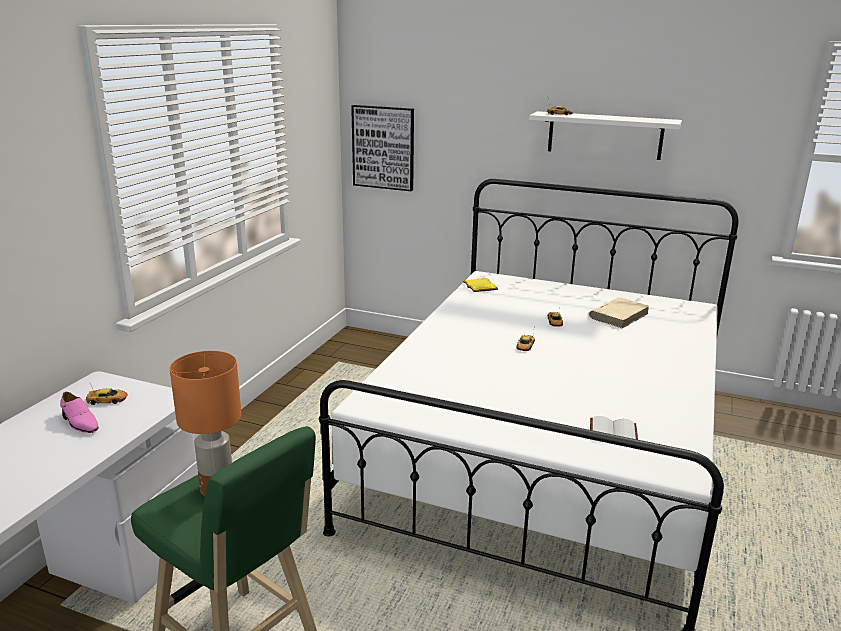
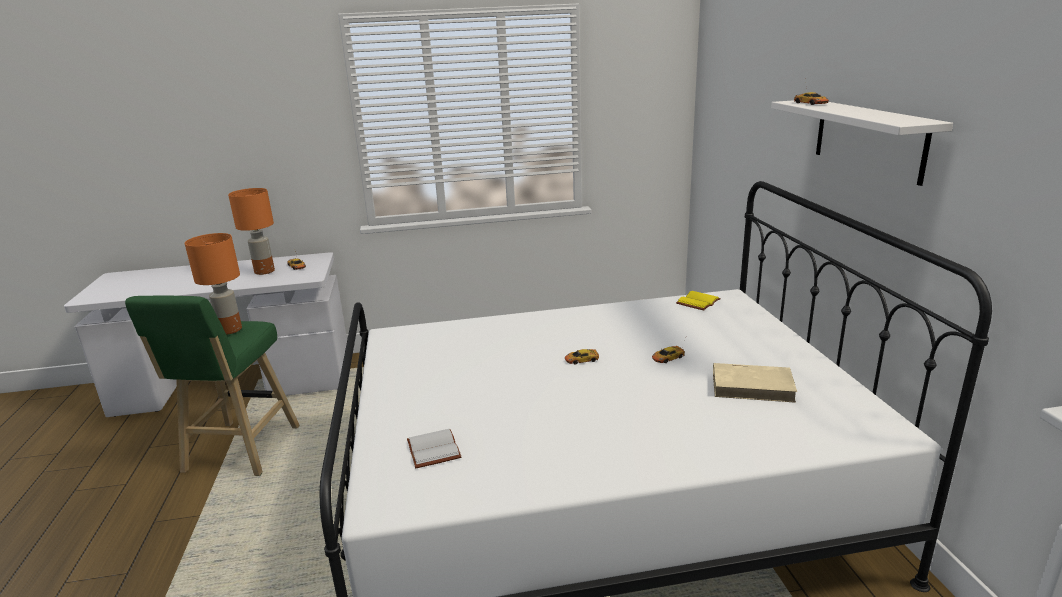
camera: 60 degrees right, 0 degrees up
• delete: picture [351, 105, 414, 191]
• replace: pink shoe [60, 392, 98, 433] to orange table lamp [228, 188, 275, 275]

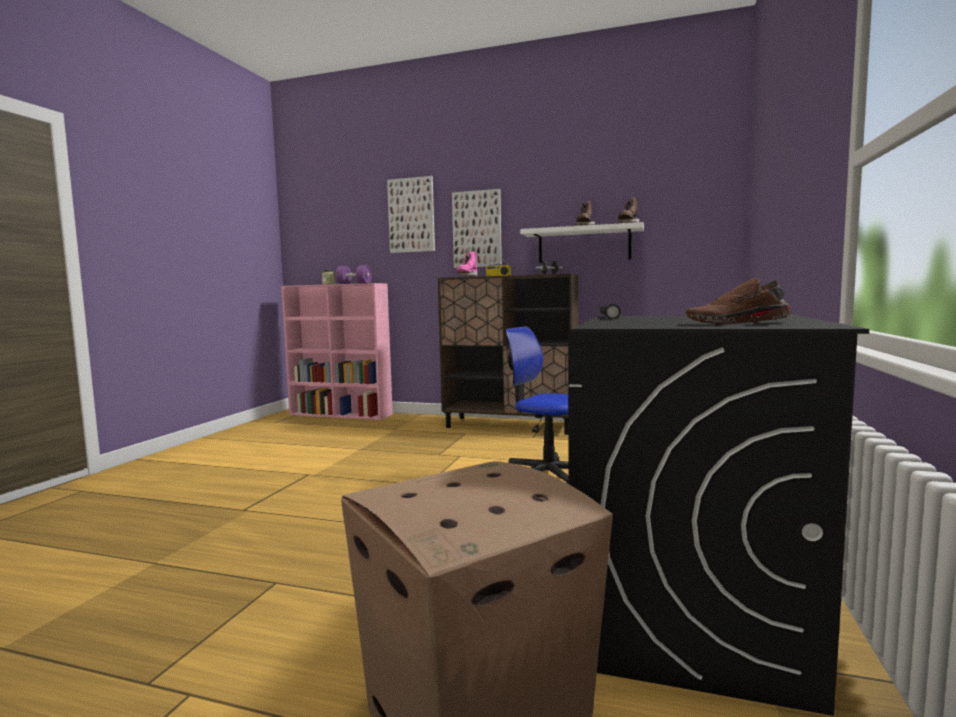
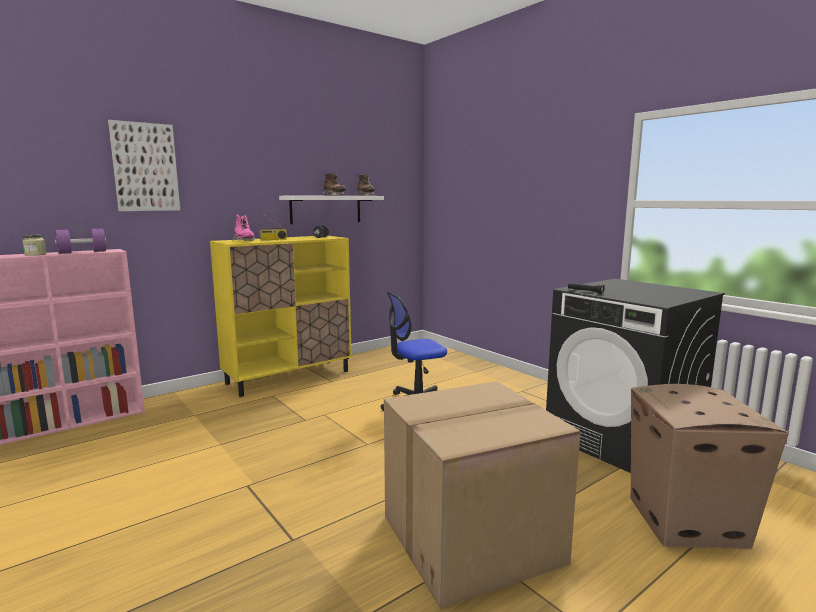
camera: 55 degrees left, 5 degrees up
• delete: picture [452, 189, 502, 268]
• recolor: brown cabinet [438, 274, 578, 435] to yellow cabinet [210, 236, 352, 397]
• delete: brown shoe [686, 278, 794, 324]
• insert: cardboard box [384, 381, 581, 609]

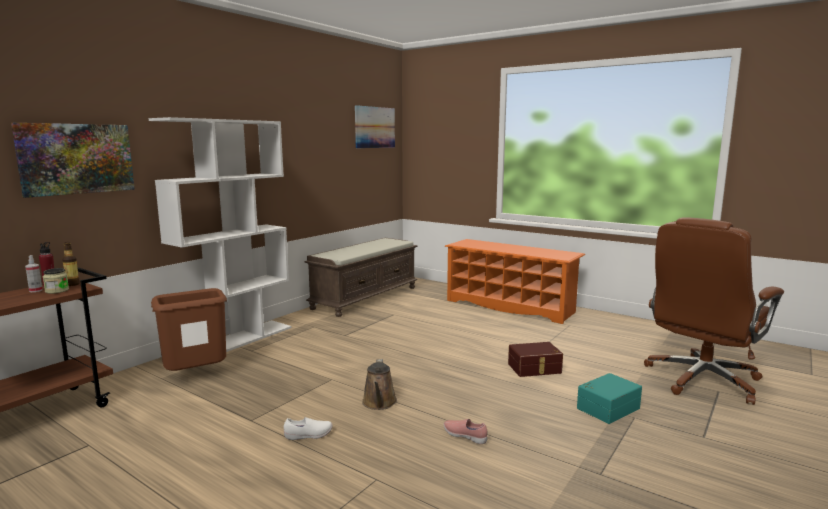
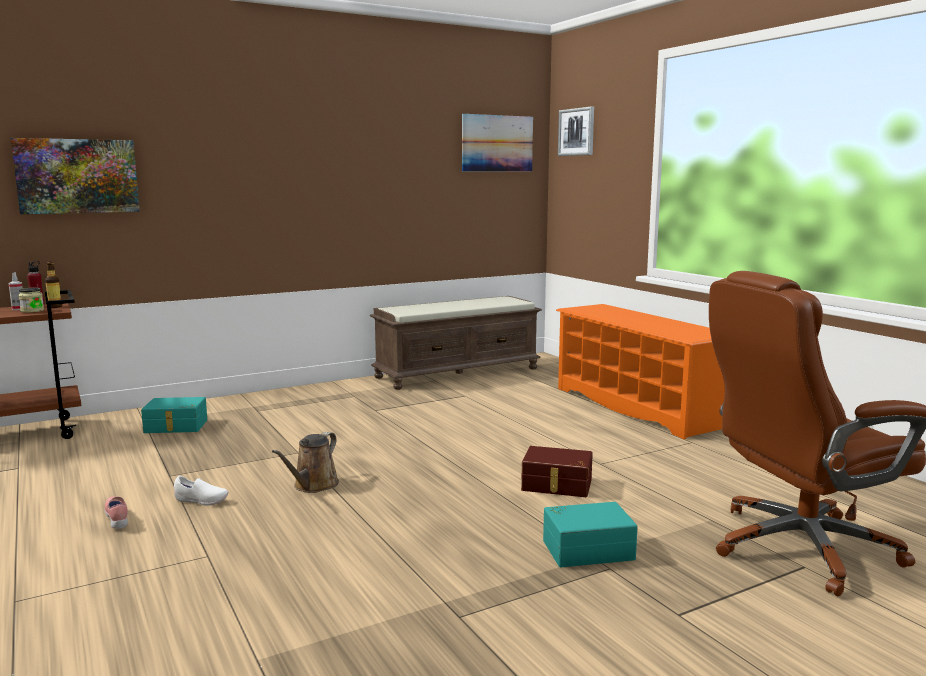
camera: 25 degrees right, 0 degrees up
• delete: white bookcase [149, 117, 291, 352]
• replace: brown trash can [151, 288, 227, 371] to turquoise storage box [141, 397, 207, 433]
• move: pink shoe [444, 419, 487, 444] to [105, 497, 128, 529]
• insert: picture [558, 106, 594, 156]

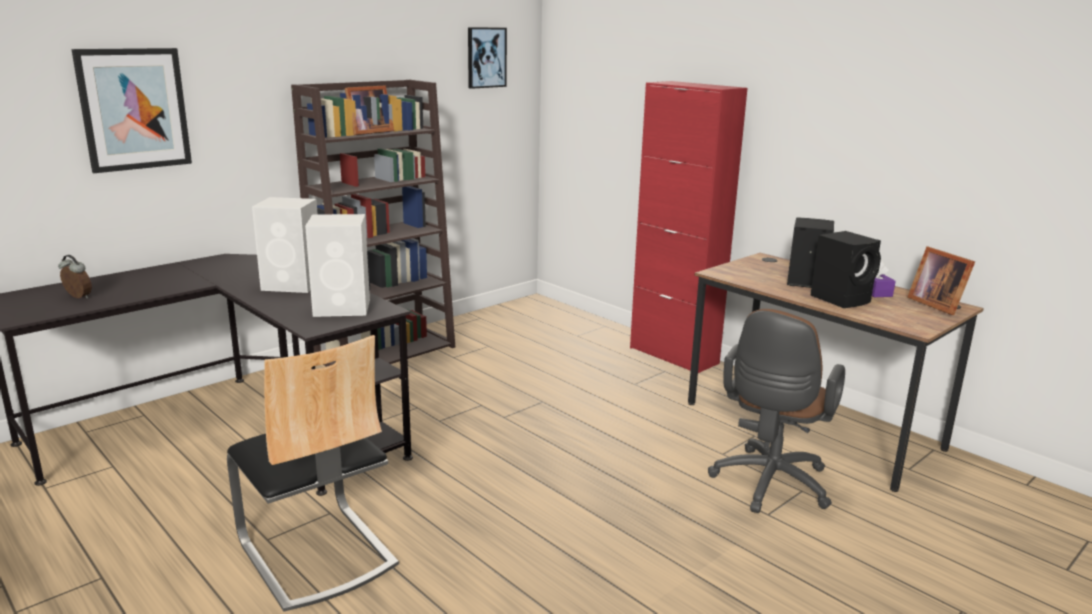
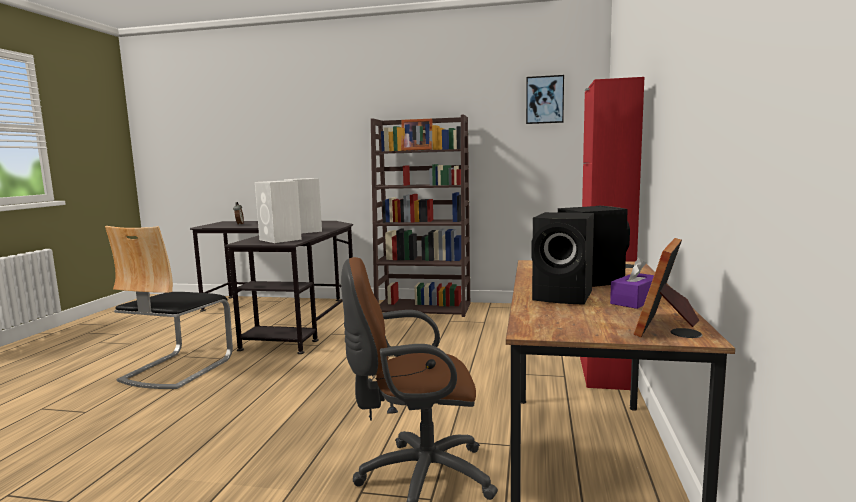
camera: 55 degrees right, 10 degrees down
• delete: picture [71, 48, 192, 173]

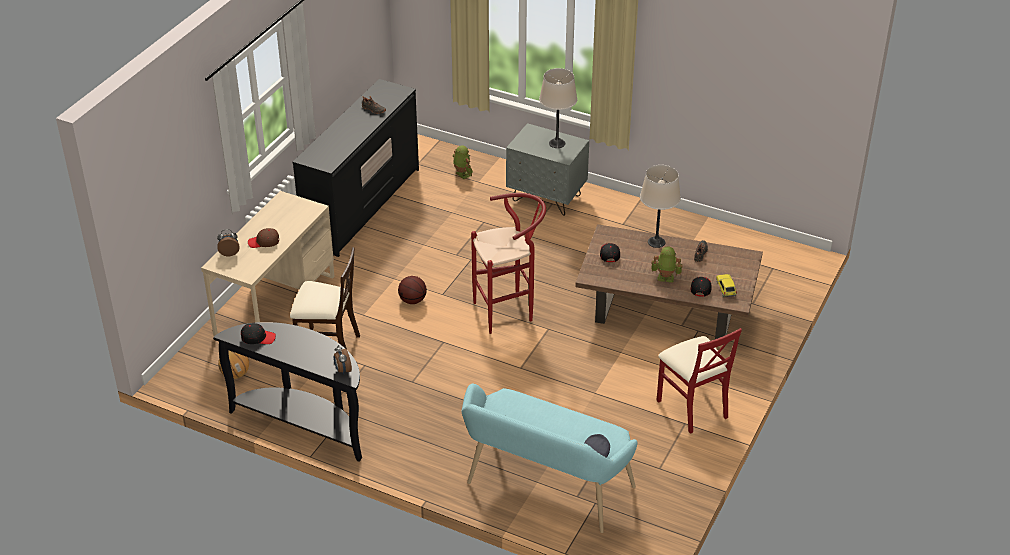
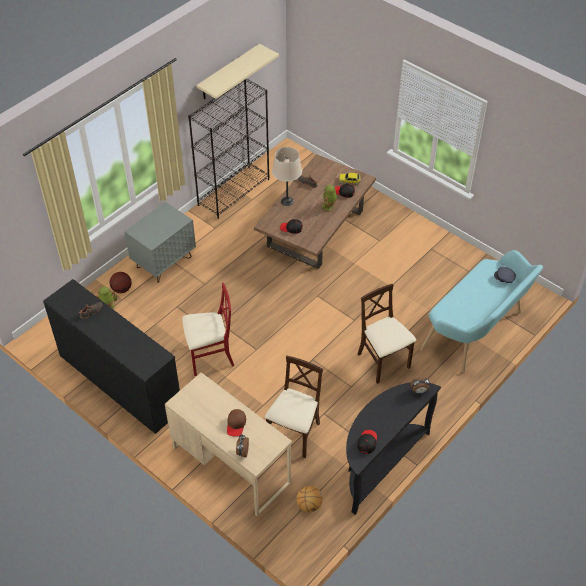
camera: 75 degrees left, 10 degrees up
• delete: beige table lamp [539, 68, 577, 148]
• delete: red stool [471, 193, 546, 334]
• move: basketball [398, 276, 427, 304] to [110, 272, 132, 293]
• move: red chair [656, 328, 742, 434] to [182, 283, 234, 376]
• insert: beige shelf [196, 44, 279, 99]
• insert: black bookcase [188, 79, 270, 219]
• insert: beige chair [358, 284, 416, 384]

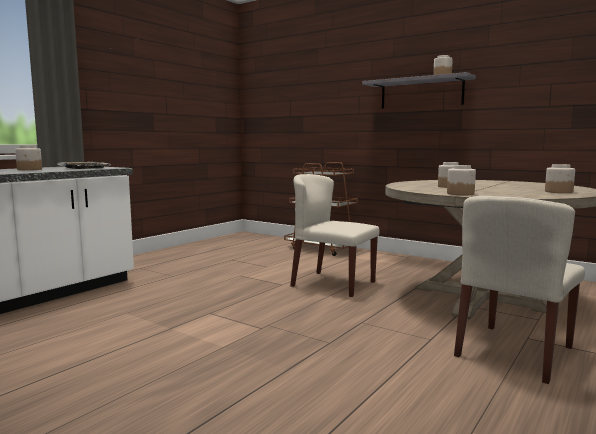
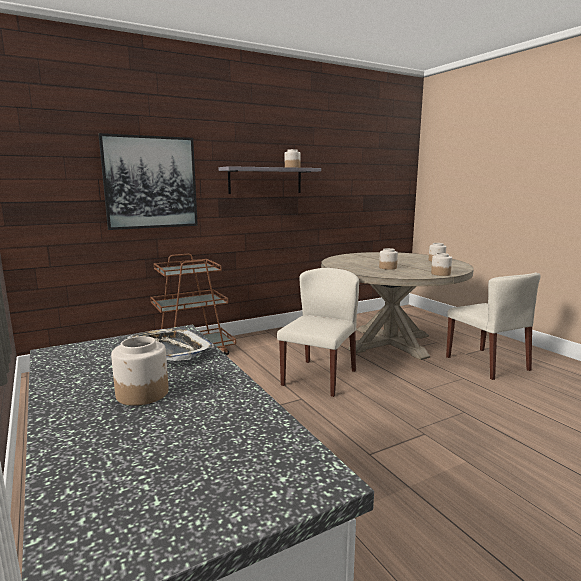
camera: 65 degrees left, 5 degrees up
• rotate: beige chair [290, 174, 380, 297] = [277, 268, 359, 397] 150 degrees clockwise
• insert: picture [98, 133, 198, 230]

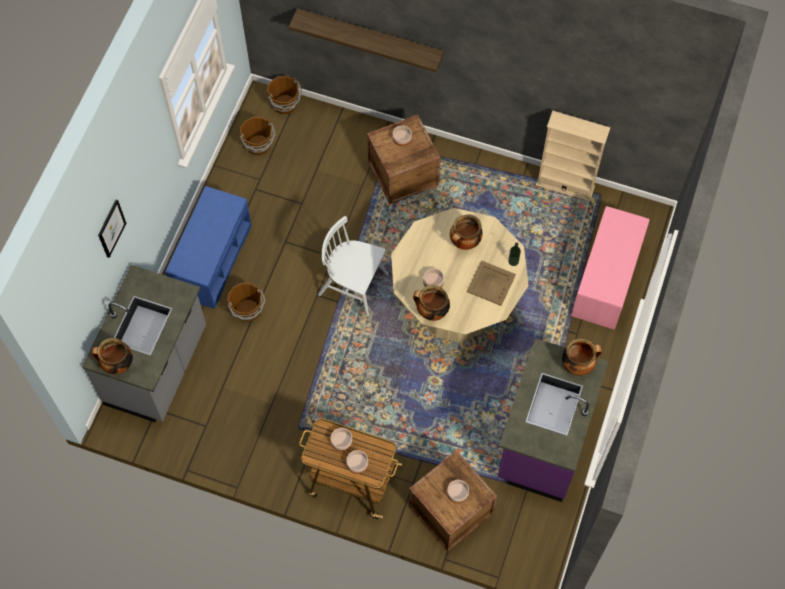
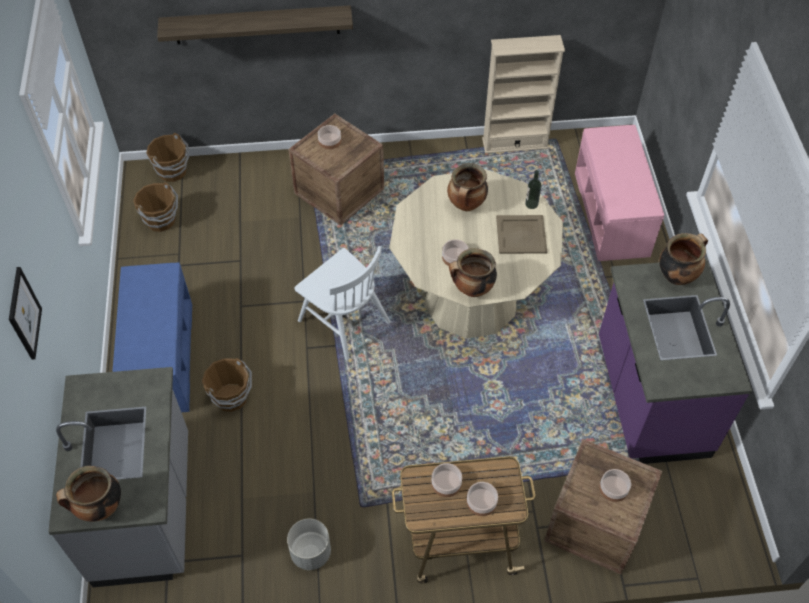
camera: 25 degrees left, 10 degrees down
• rotate: white chair [318, 216, 389, 316] = [294, 246, 391, 360] 135 degrees counterclockwise
• insert: grey planter [287, 519, 331, 570]

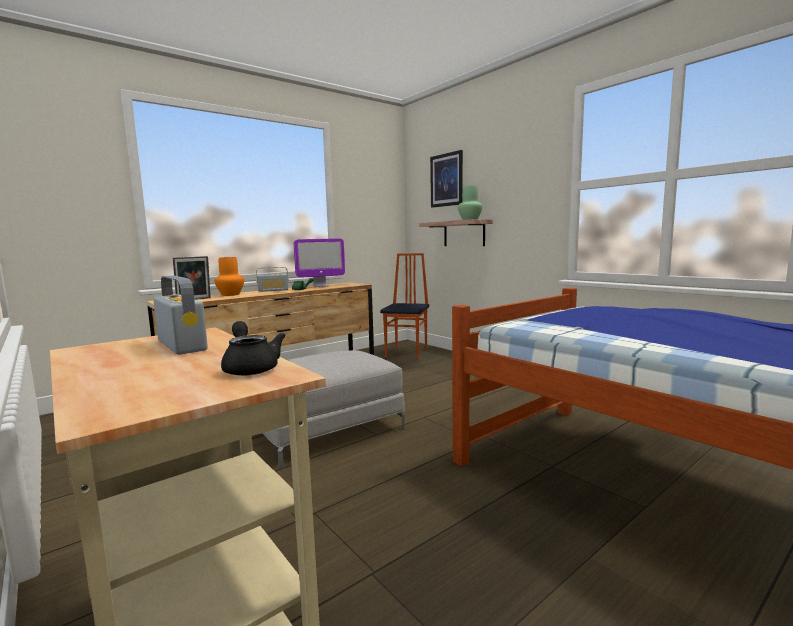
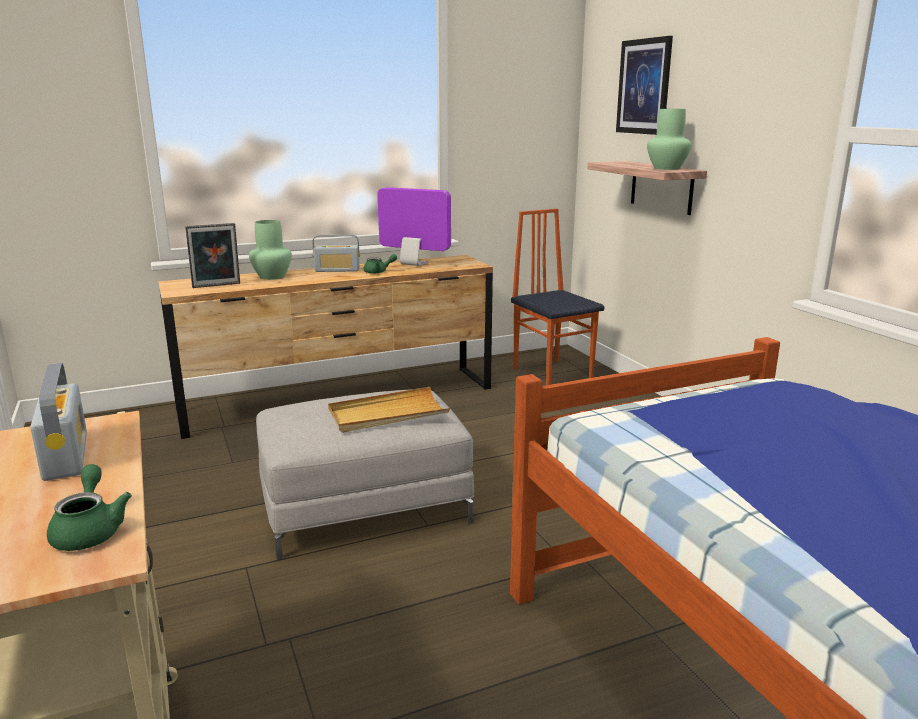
camera: 15 degrees right, 10 degrees up
• rotate: monitor [294, 238, 345, 287] = [377, 187, 451, 266] 150 degrees counterclockwise
• rotate: chair [380, 253, 429, 359] = [511, 209, 605, 385] 60 degrees counterclockwise
• recolor: orange vase [214, 257, 244, 296] to green vase [249, 220, 292, 280]
• recolor: black teapot [221, 321, 286, 376] to green teapot [47, 464, 132, 551]
• insert: beige tray [328, 387, 450, 433]

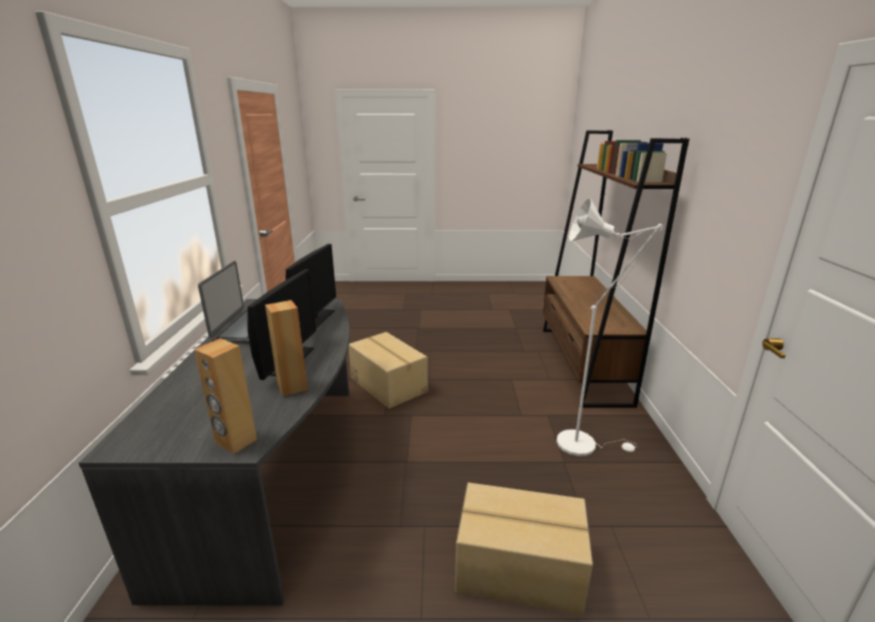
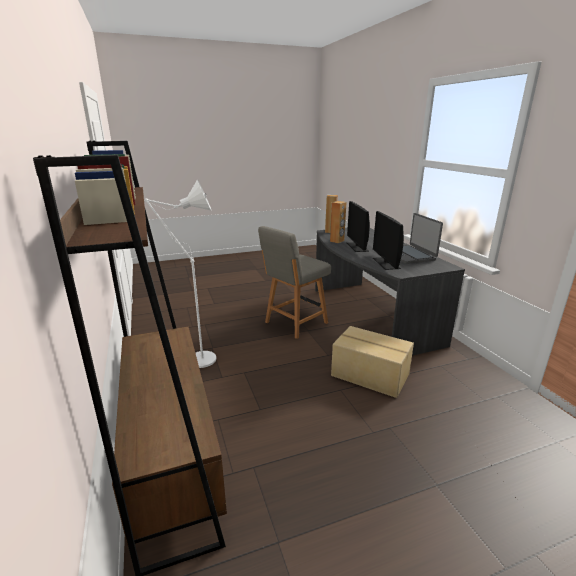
camera: 160 degrees right, 0 degrees up
• delete: cardboard box [455, 483, 593, 616]
• insert: grey chair [258, 226, 331, 339]

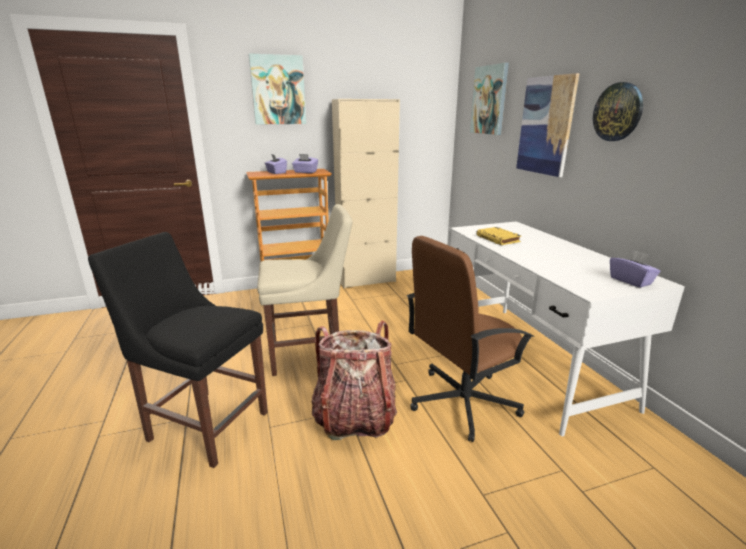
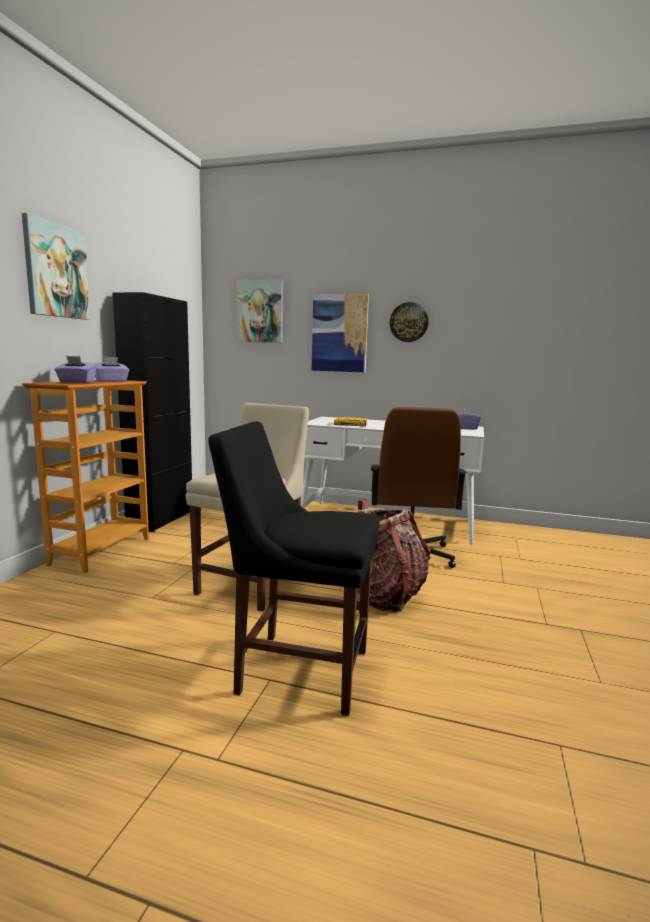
camera: 55 degrees left, 10 degrees down
• recolor: beige cabinet [332, 99, 400, 289] to black cabinet [113, 292, 192, 532]
• rotate: black chair [88, 232, 268, 468] = [208, 421, 380, 716] 45 degrees clockwise

